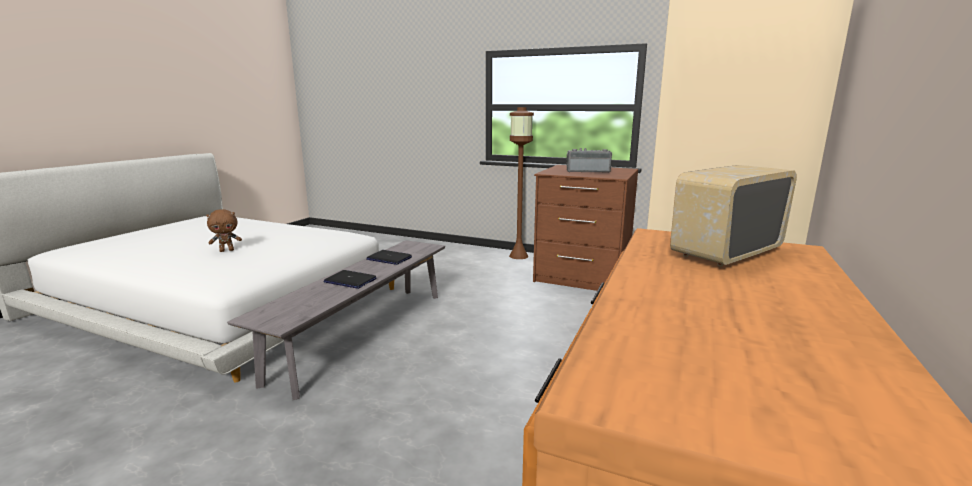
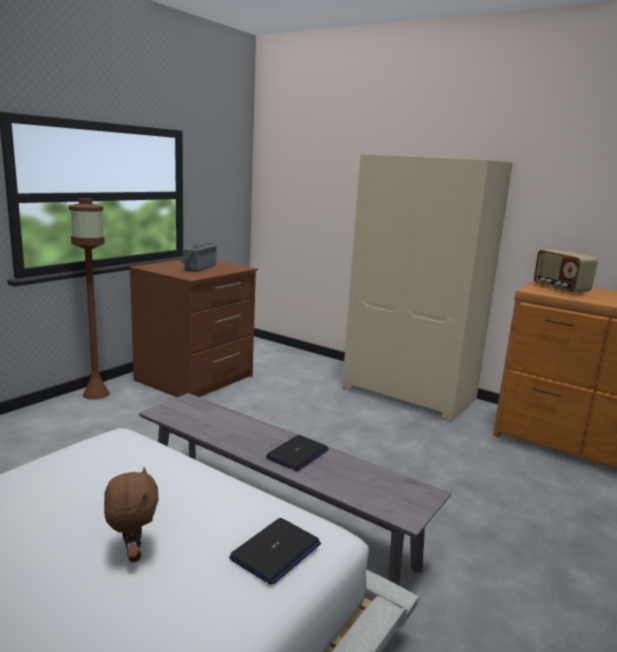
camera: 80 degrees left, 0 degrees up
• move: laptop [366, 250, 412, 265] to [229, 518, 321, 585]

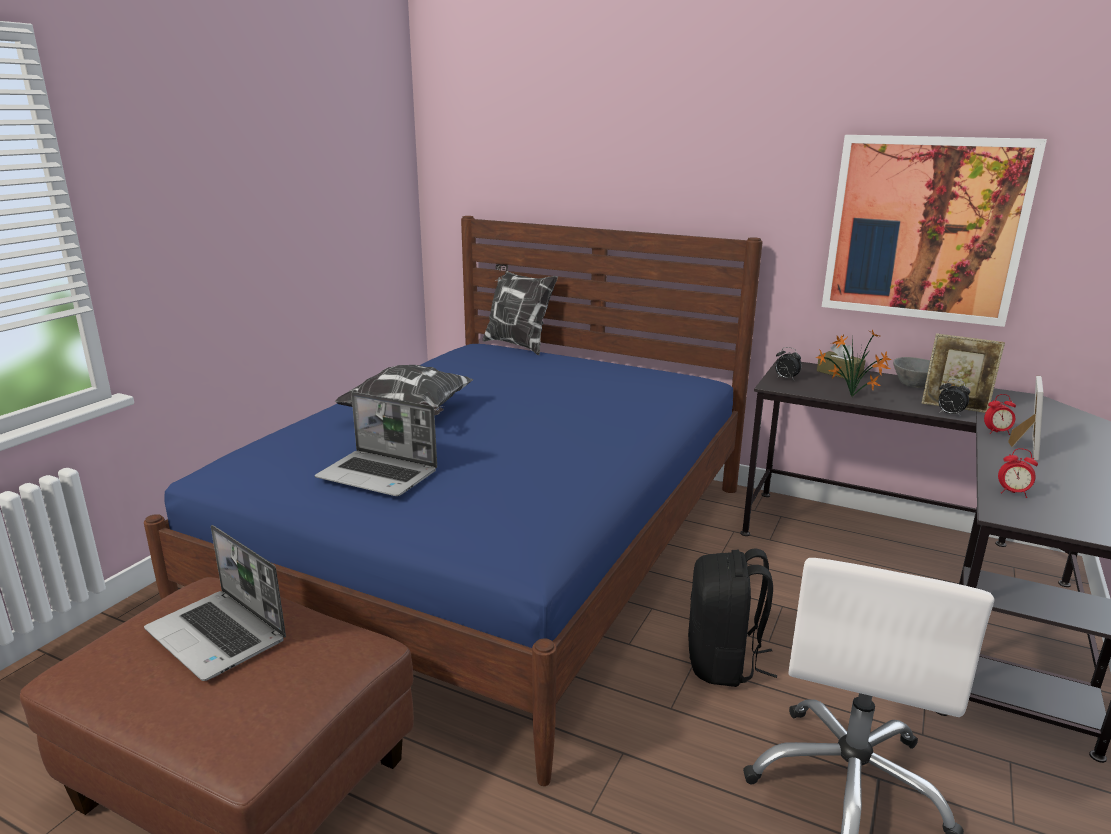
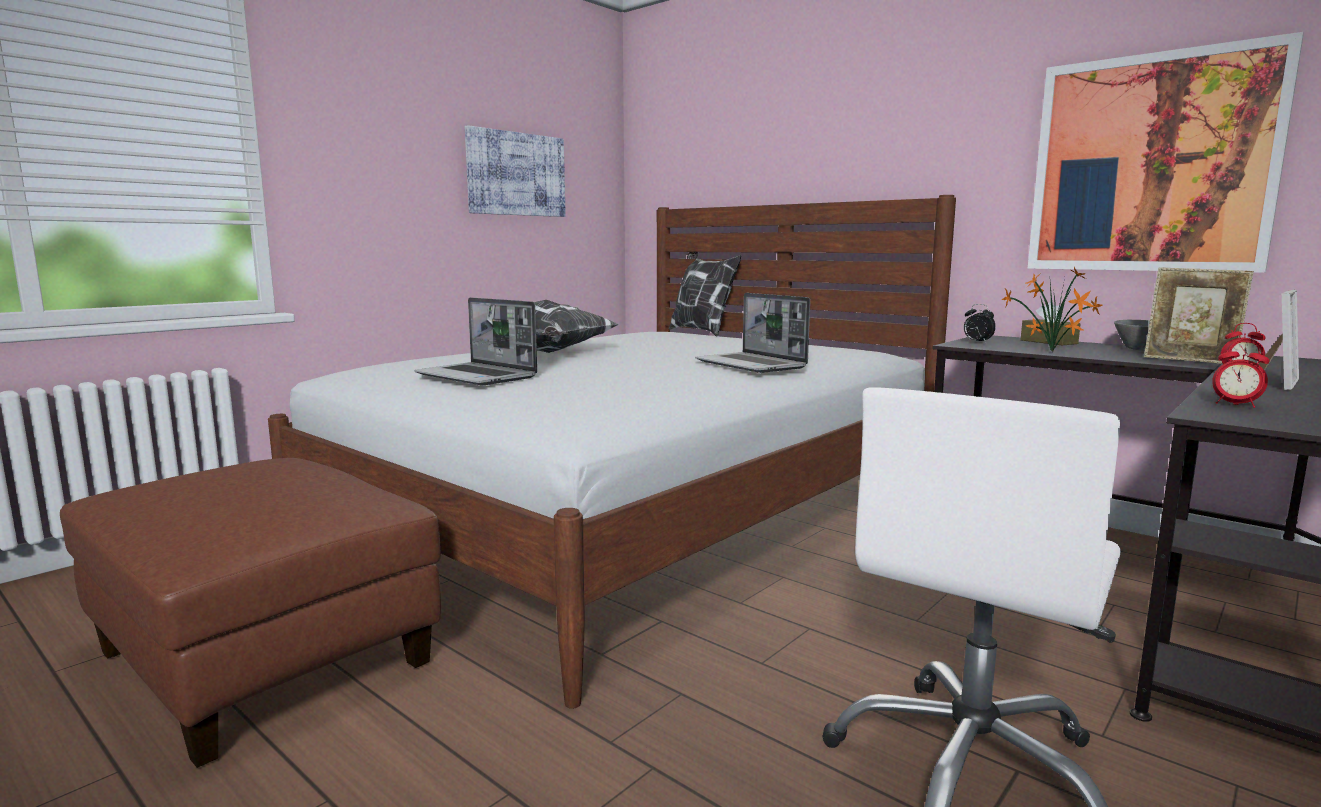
camera: 15 degrees right, 10 degrees down
• recolor: blue bed [144, 216, 763, 786] to white bed [268, 195, 956, 709]
• delete: alarm clock [938, 379, 970, 416]
• move: laptop [144, 525, 286, 681] to [696, 293, 810, 373]
• delete: black backpack [688, 549, 777, 687]
• insert: picture [465, 125, 566, 217]

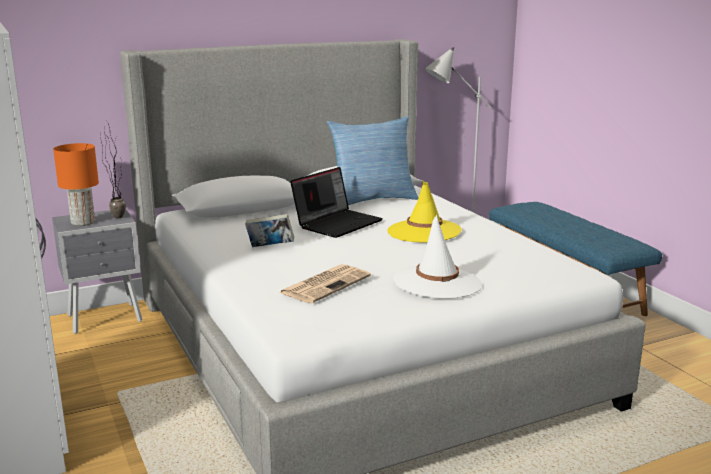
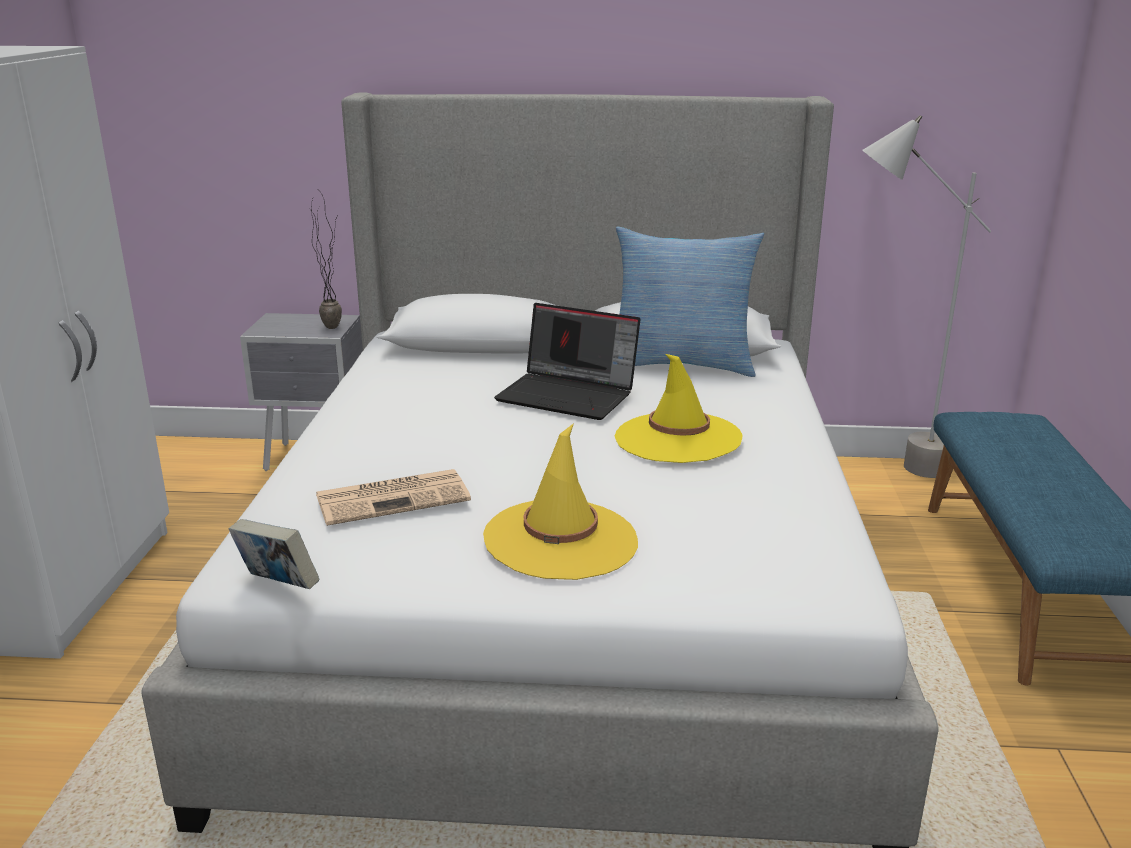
camera: 30 degrees right, 5 degrees up
• delete: orange table lamp [53, 143, 99, 226]
• rotate: laptop [290, 167, 383, 238] = [494, 303, 640, 420] 45 degrees clockwise
• move: book [245, 214, 294, 247] to [228, 519, 319, 589]
• recolor: white hat [393, 214, 482, 299] to yellow hat [483, 423, 638, 580]

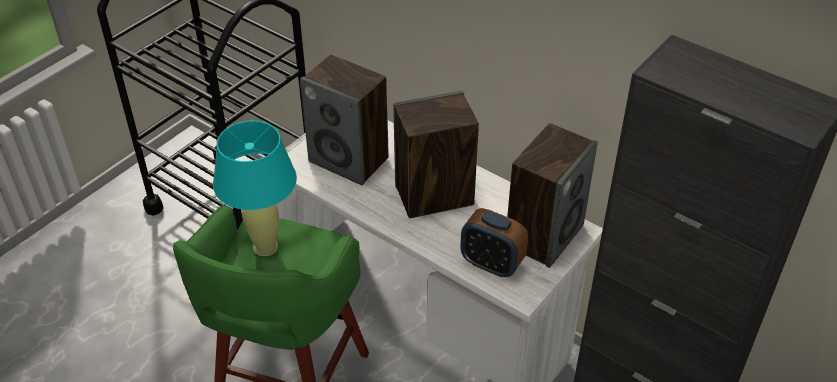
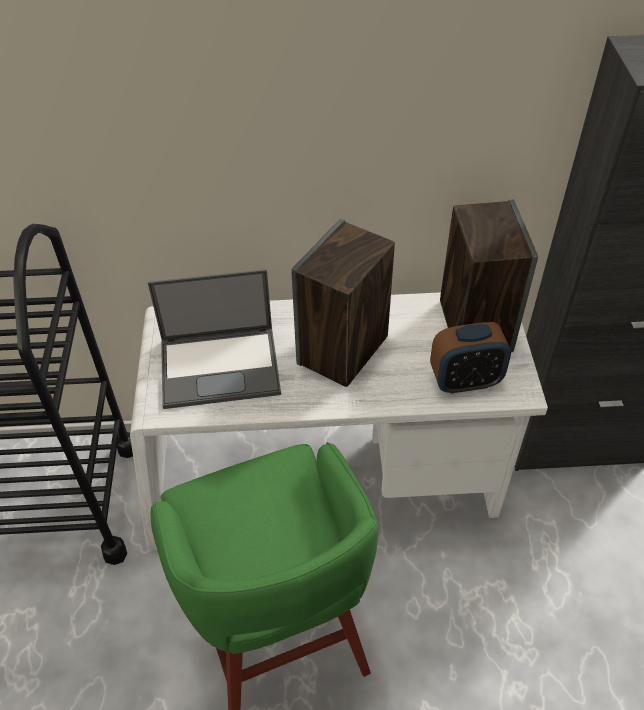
camera: 40 degrees left, 5 degrees up
• replace: speaker [300, 55, 389, 185] to laptop [148, 269, 281, 409]
• delete: turquoise table lamp [213, 121, 297, 256]

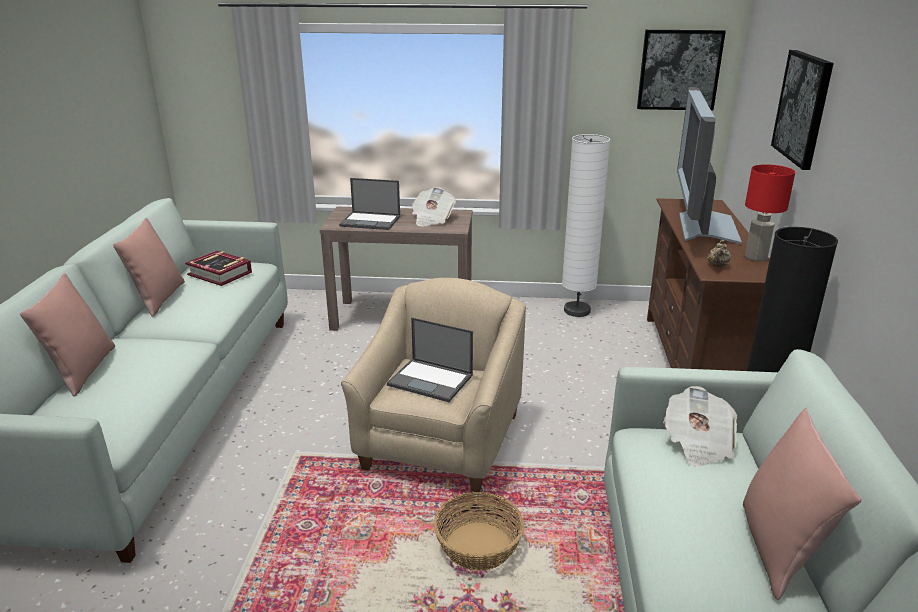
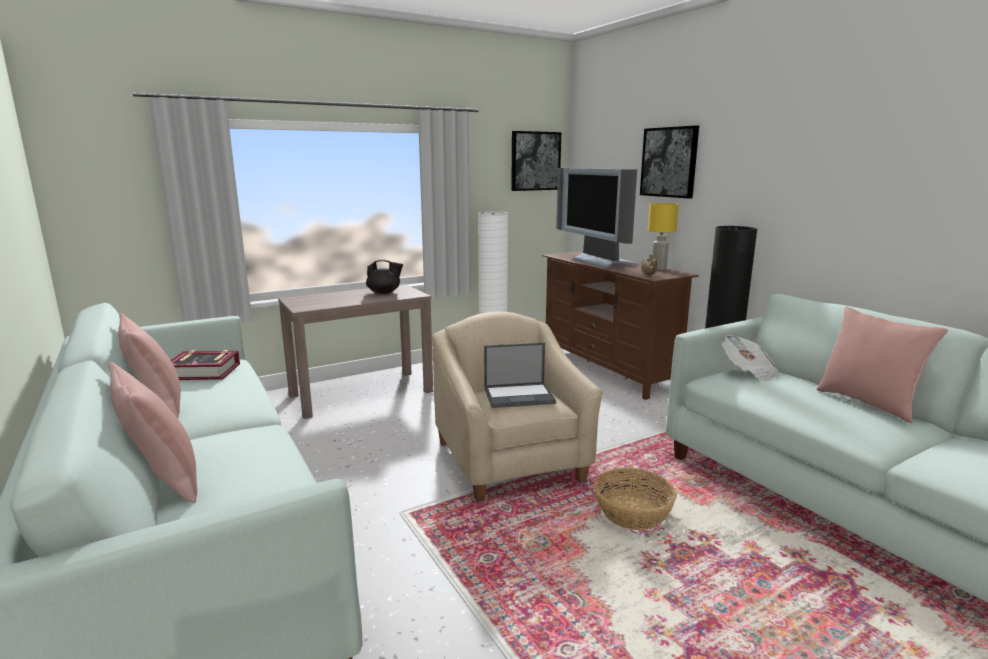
camera: 35 degrees left, 10 degrees down
• recolor: red table lamp [745, 164, 795, 261] to yellow table lamp [648, 203, 679, 270]
• delete: laptop [339, 178, 400, 230]
• replace: newspaper [411, 187, 456, 226] to black teapot [366, 259, 403, 294]

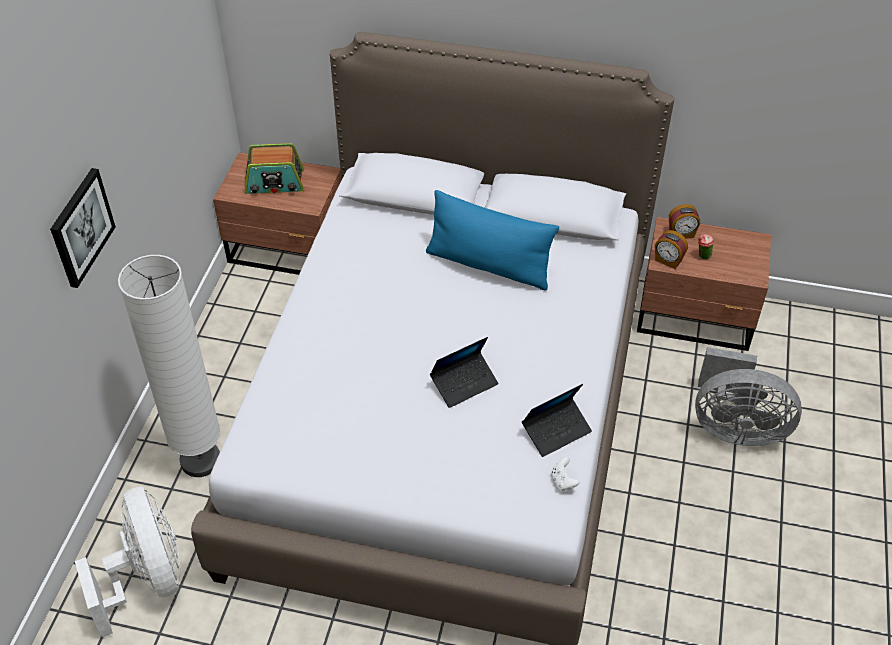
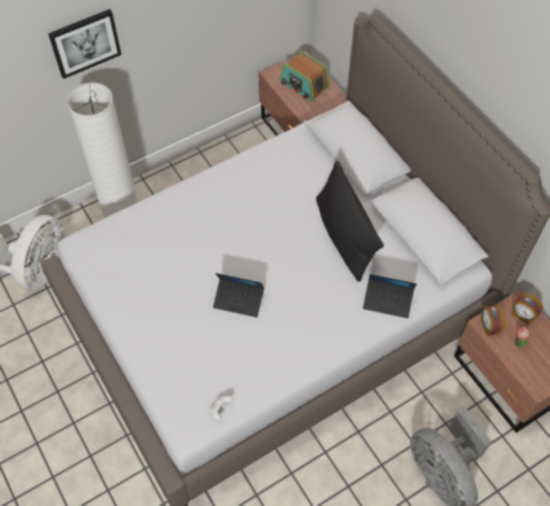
camera: 45 degrees right, 10 degrees up
• recolor: blue pillow [426, 190, 559, 291] to black pillow [316, 161, 384, 281]
• move: laptop [522, 384, 592, 457] to [363, 274, 417, 318]

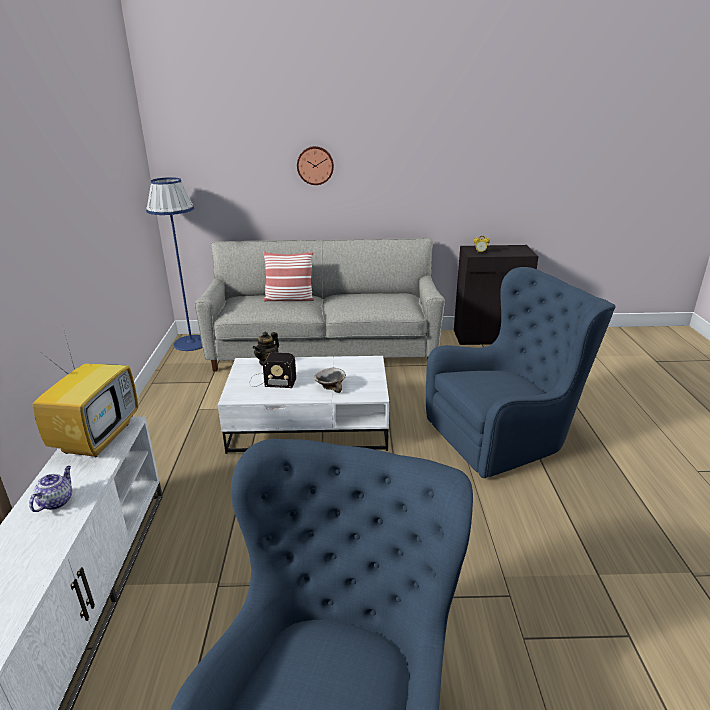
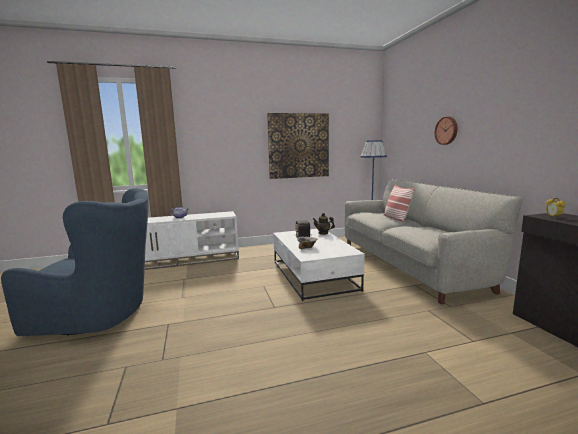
camera: 75 degrees right, 15 degrees down
• delete: blue armchair [426, 267, 616, 478]
• delete: television [32, 324, 138, 458]
• insert: picture [267, 113, 329, 179]

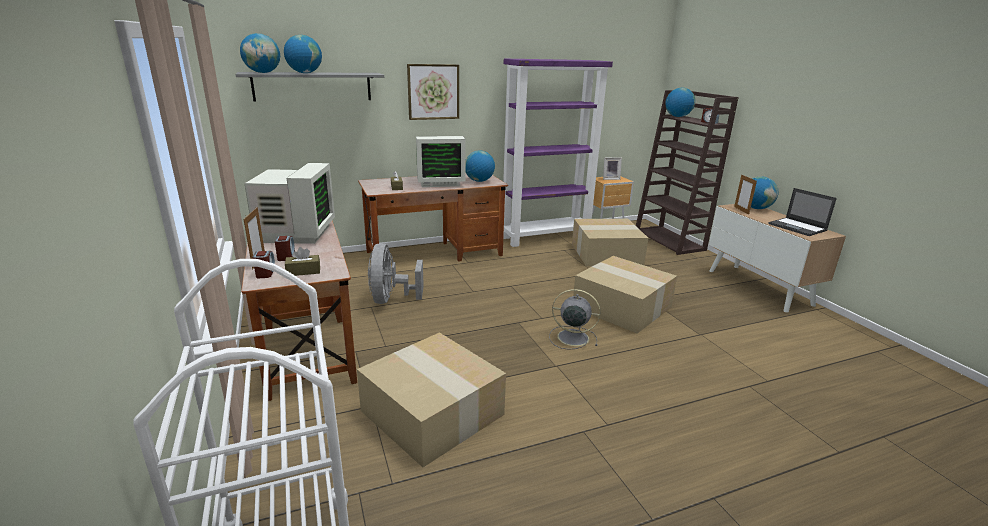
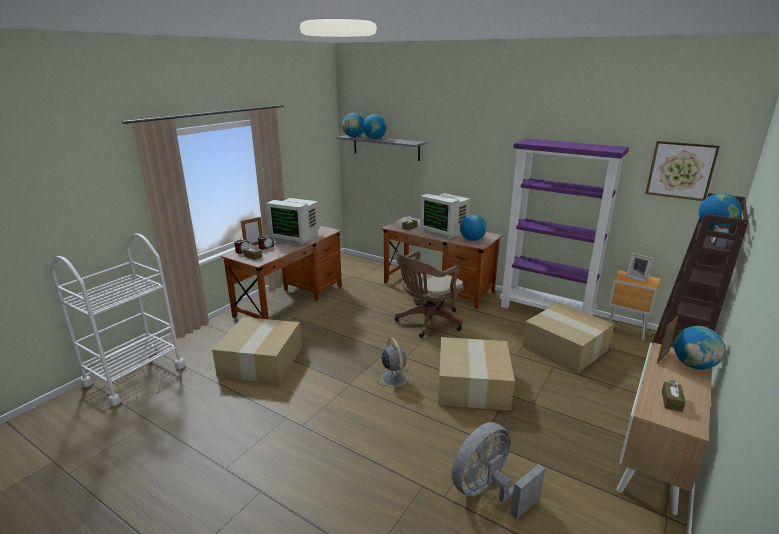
camera: 55 degrees right, 0 degrees up
• move: picture [407, 64, 459, 120] to [645, 141, 720, 201]
• rotate: monitor [244, 163, 335, 244] = [266, 198, 320, 245] 60 degrees clockwise
• replace: laptop [769, 188, 837, 236] to brown tissue box [662, 380, 685, 412]
• move: grey fan [368, 243, 424, 304] to [452, 422, 545, 519]
• insert: brown office chair [394, 250, 464, 338]

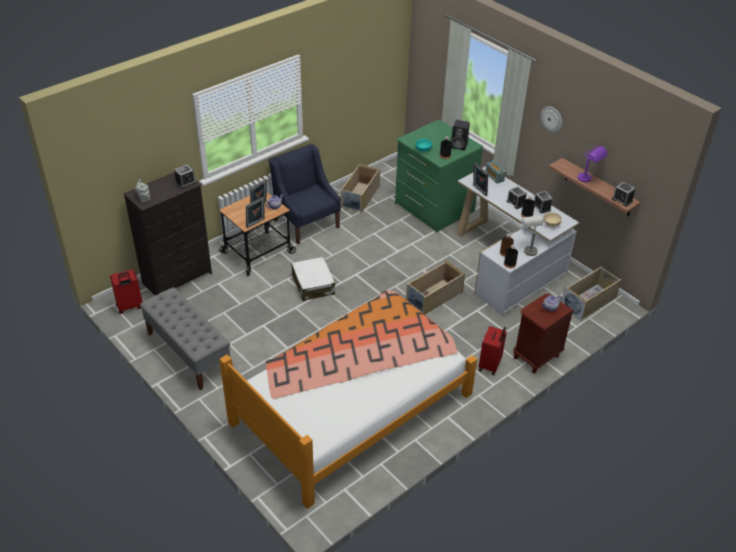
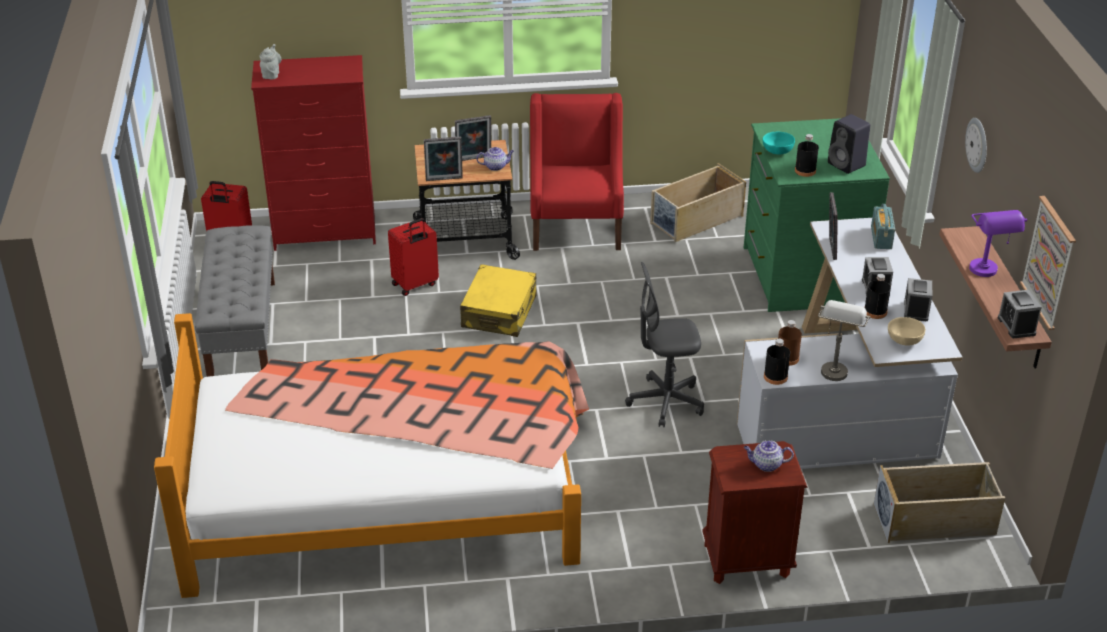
camera: 35 degrees right, 5 degrees down
• recolor: blue armchair [268, 144, 341, 245] to red armchair [530, 93, 624, 251]
• delete: alarm clock [174, 165, 196, 189]
• recolor: black dresser [123, 172, 212, 296] to red dresser [251, 55, 376, 251]
• recolor: white suitcase [291, 257, 335, 301] to yellow suitcase [460, 264, 537, 337]
• replace: beige storage box [406, 260, 465, 315] to grey office chair [625, 262, 704, 427]
• move: red suitcase [479, 326, 507, 375] to [388, 218, 439, 296]
• insert: picture [1020, 196, 1076, 330]

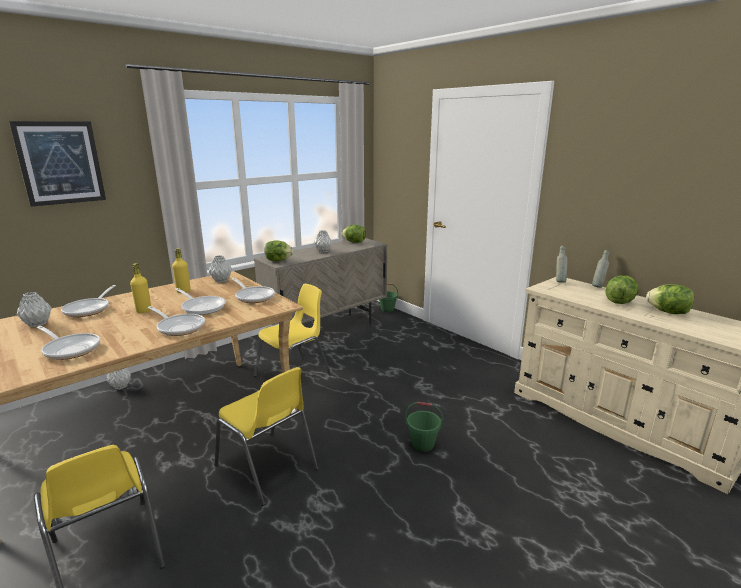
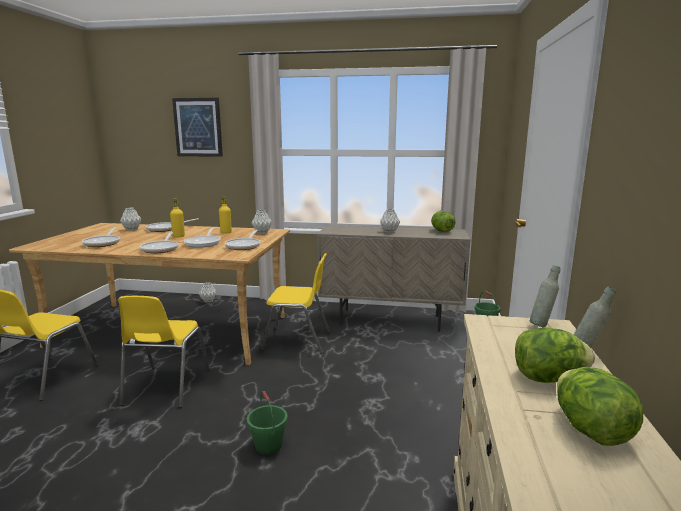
camera: 50 degrees right, 5 degrees down
• delete: lettuce [264, 240, 293, 261]

